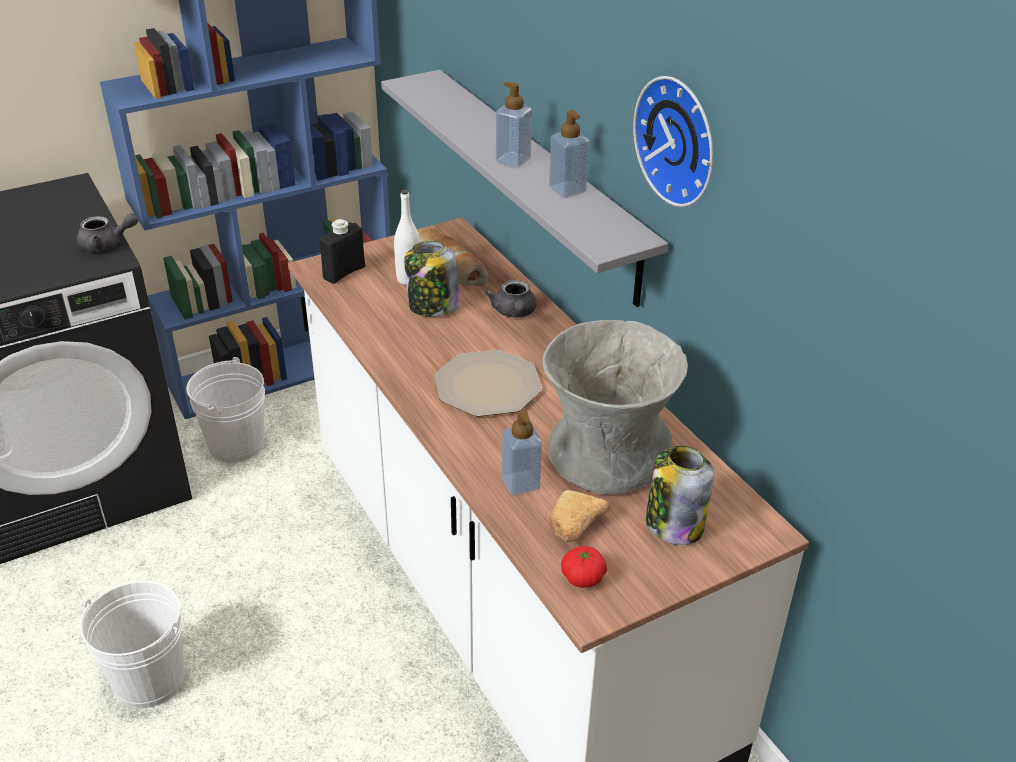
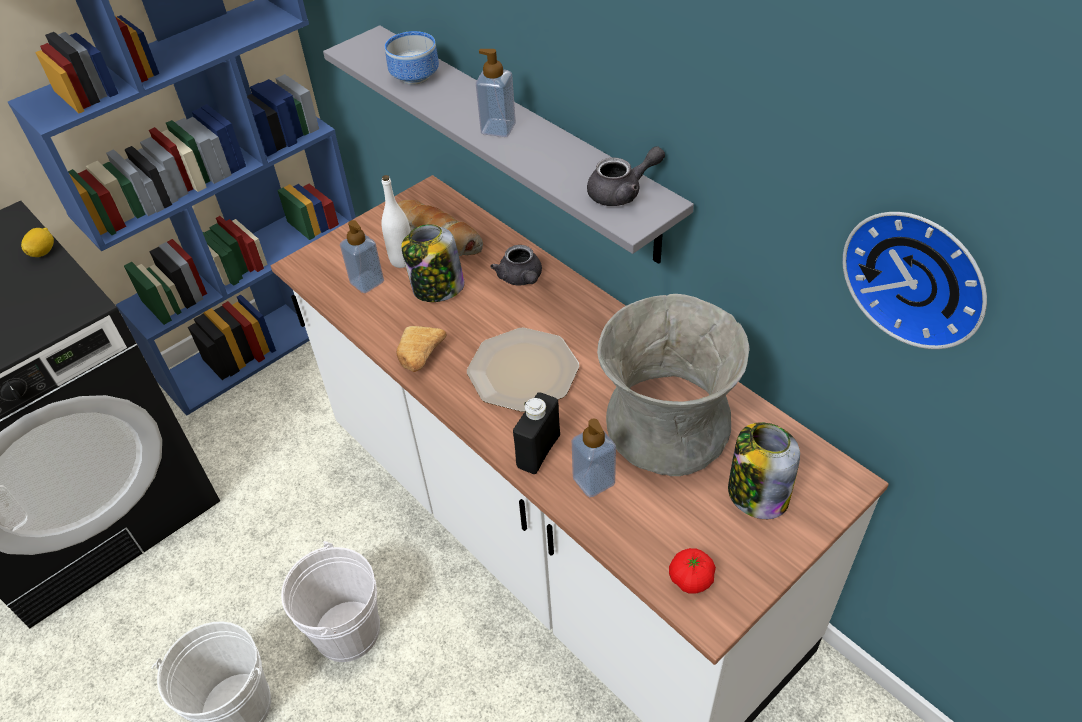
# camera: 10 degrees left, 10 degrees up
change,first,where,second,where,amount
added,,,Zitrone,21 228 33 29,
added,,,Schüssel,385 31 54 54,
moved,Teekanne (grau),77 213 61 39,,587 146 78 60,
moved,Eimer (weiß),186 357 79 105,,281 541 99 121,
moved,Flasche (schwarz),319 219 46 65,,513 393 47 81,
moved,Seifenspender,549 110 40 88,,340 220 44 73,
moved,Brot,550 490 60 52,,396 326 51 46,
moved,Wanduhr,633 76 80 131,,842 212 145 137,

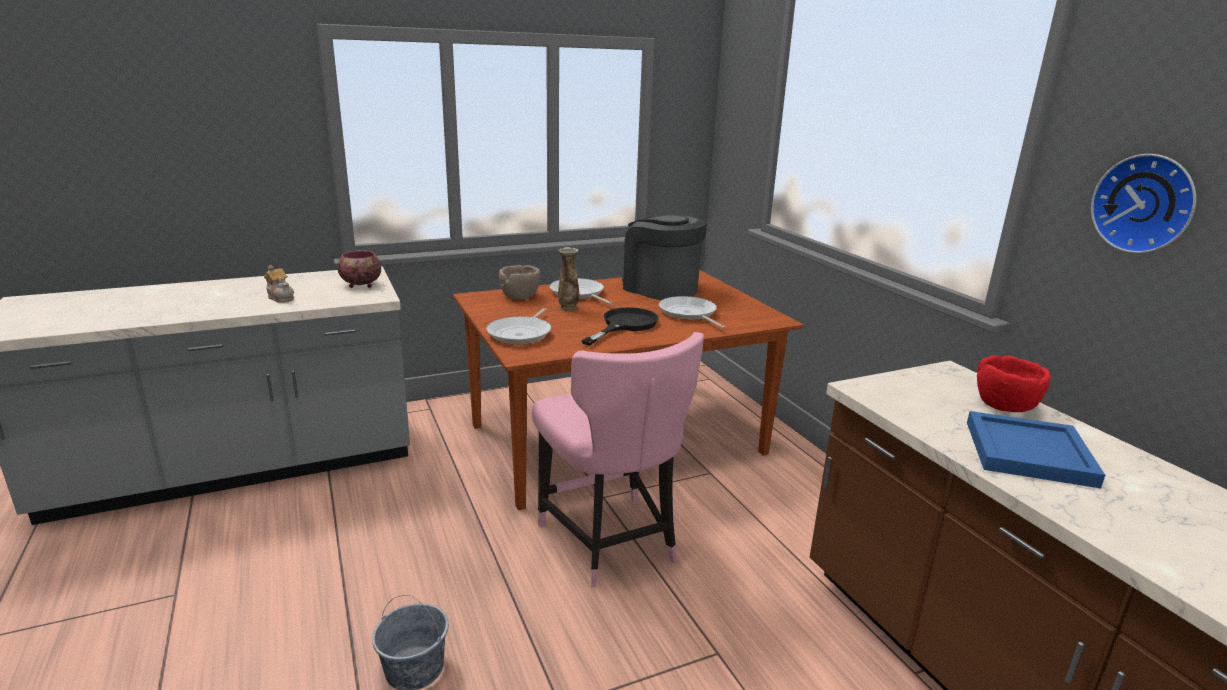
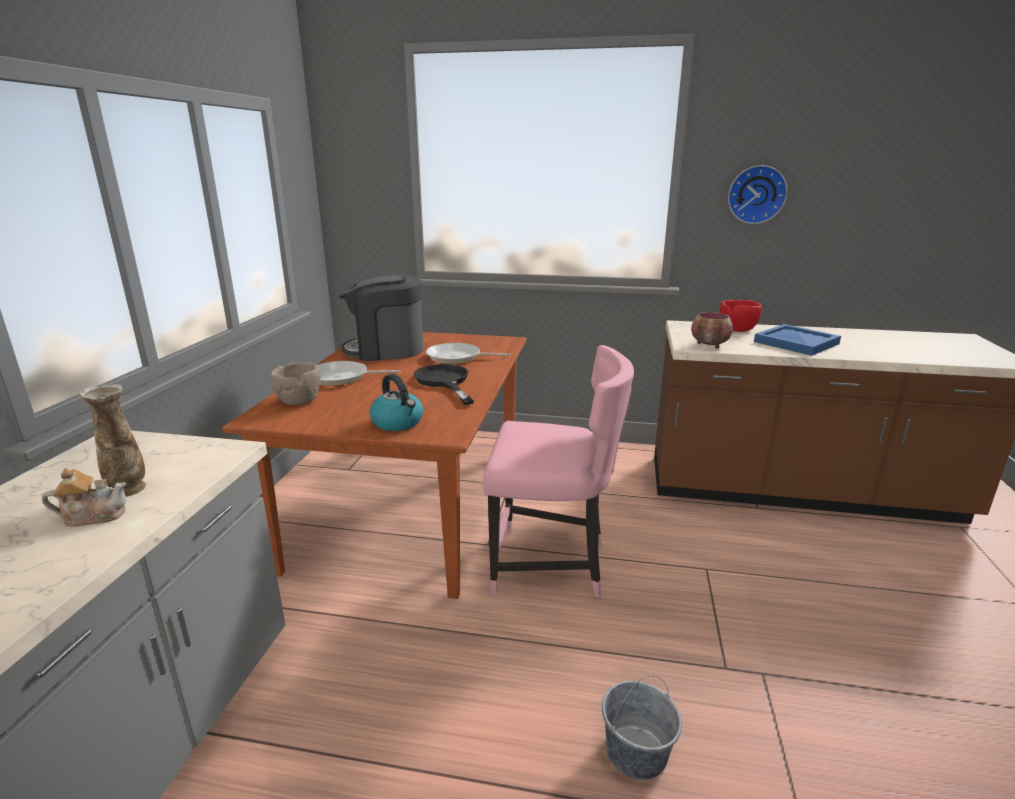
# camera: 55 degrees left, 0 degrees up
change,first,where,second,where,amount
moved,Schüssel,338 251 43 37,,691 312 42 37,
moved,Vase,558 247 21 64,,80 384 66 113,
replaced,Pfanne,487 308 64 37,Wasserkessel,370 374 53 57,

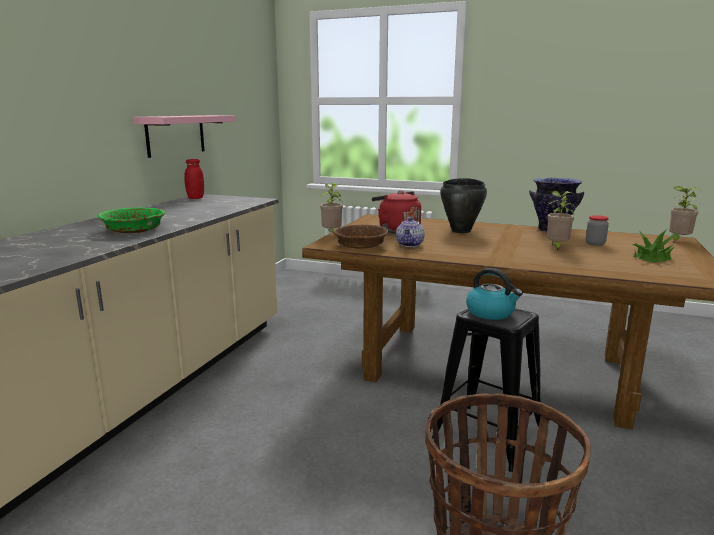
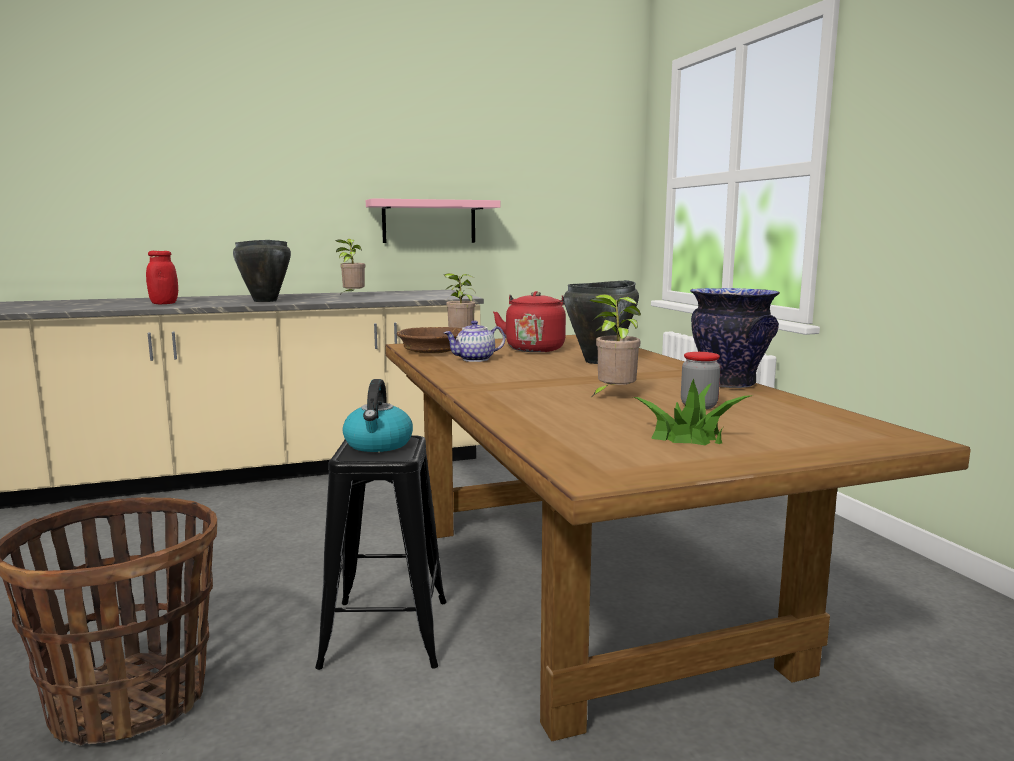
# camera: 50 degrees right, 5 degrees down
change,first,where,second,where,amount
moved,Vorratsglas (rot),184 159 20 40,,146 251 32 53,
moved,Topfpflanze,669 186 32 57,,336 239 29 57,
replaced,Schüssel (grün),98 208 67 25,Kochtopf (schwarz),233 240 58 62,

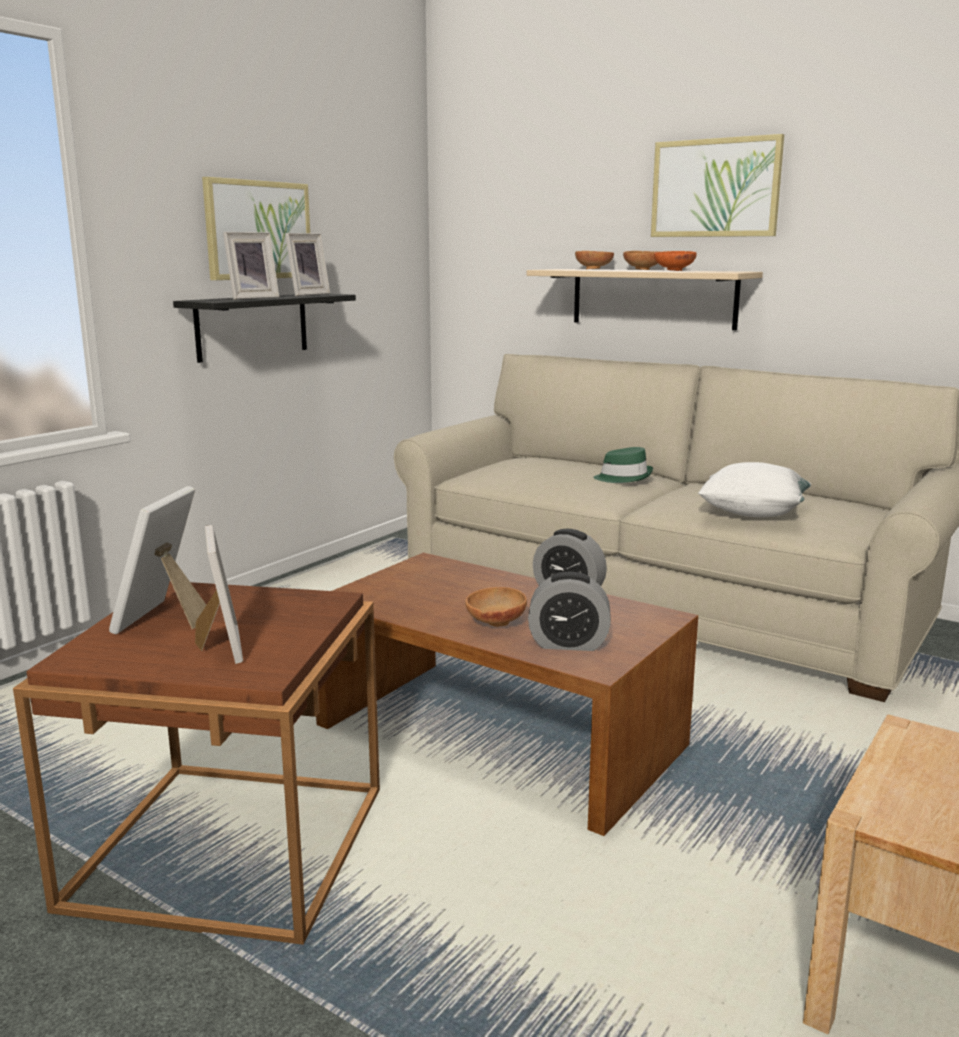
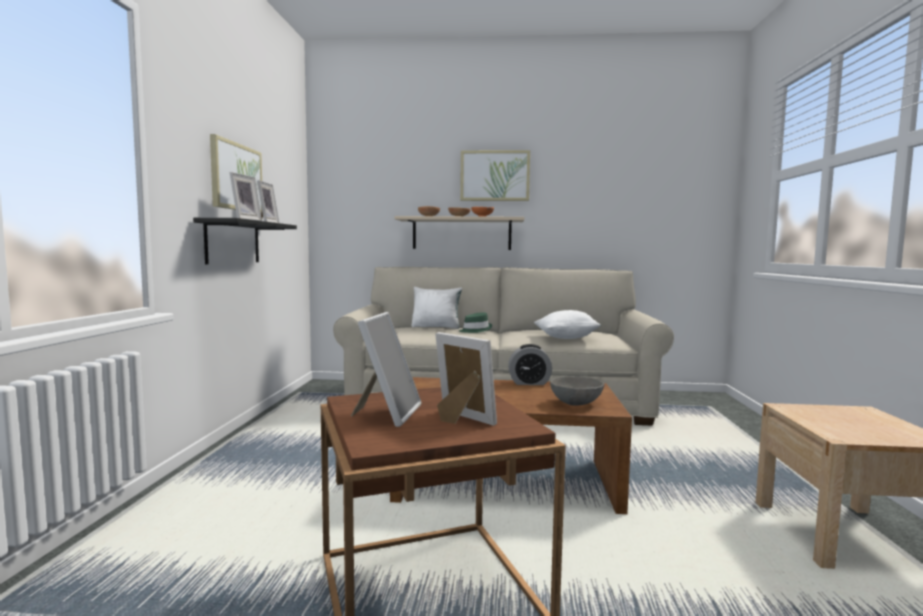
# camera: 30 degrees left, 10 degrees down
change,first,where,second,where,amount
removed,Schüssel (braun),465 587 62 40,,,
added,,,Kissen (weiß),411 287 51 42,
replaced,Wecker,528 572 83 79,Schüssel (grau),550 376 54 29,
turned,Bilderrahmen,109 486 97 148,,351 312 70 115,150 degrees counterclockwise

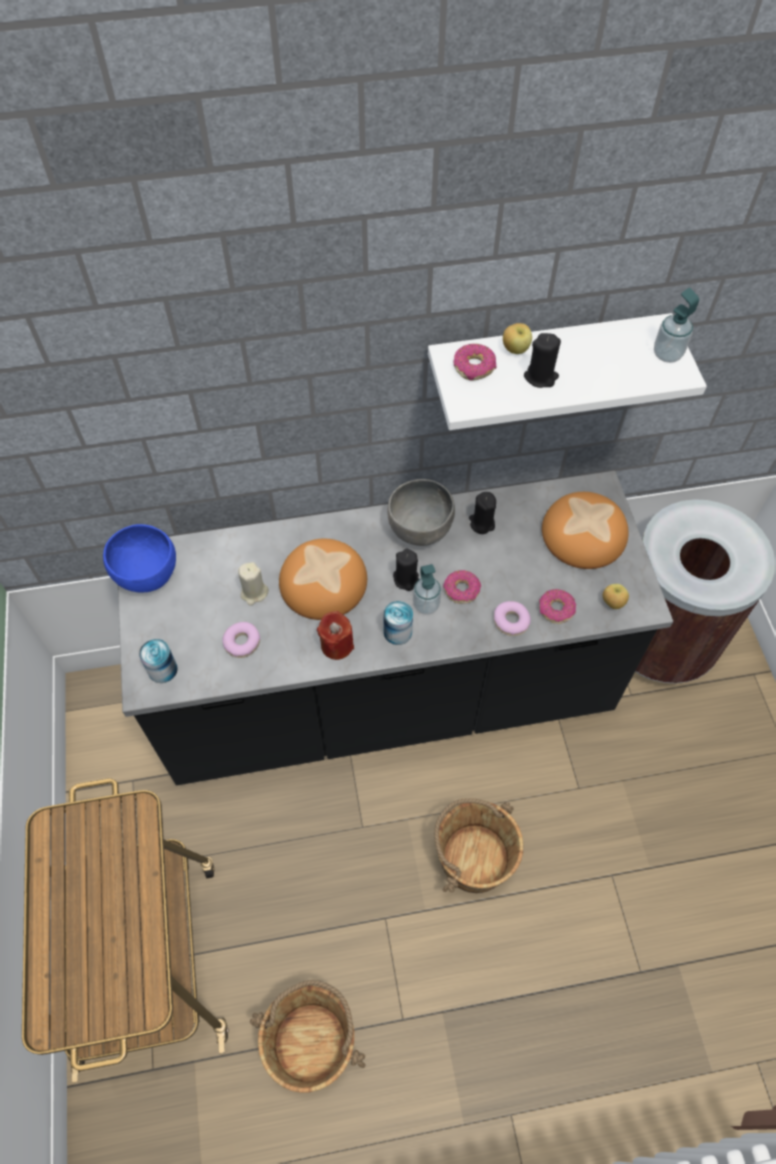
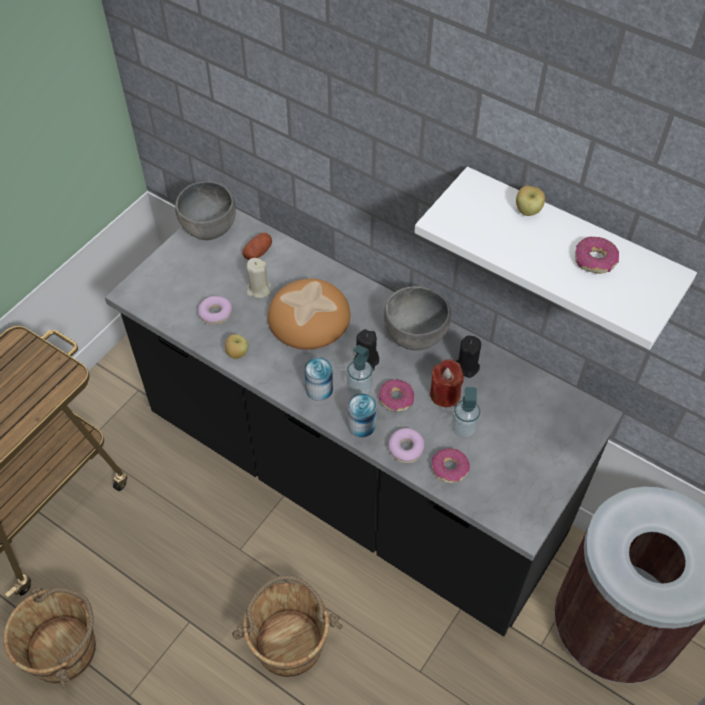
# camera: 45 degrees right, 5 degrees down
change,first,where,second,where,amount
removed,Kerze (schwarz),524 333 37 55,,,
removed,Brot,542 492 87 77,,,
added,,,Kartoffel,242 233 30 27,
moved,Dose,139 639 39 44,,348 393 28 44,
moved,Kerze (rot),317 611 37 49,,430 359 34 48,
moved,Donut,453 344 44 37,,575 237 44 37,
moved,Apfel,603 584 26 25,,225 334 23 25,
moved,Seifenspender,654 288 45 75,,451 387 30 51,
recoloured,Schüssel (blau),103 524 73 69,Schüssel (grau),175 181 61 59,

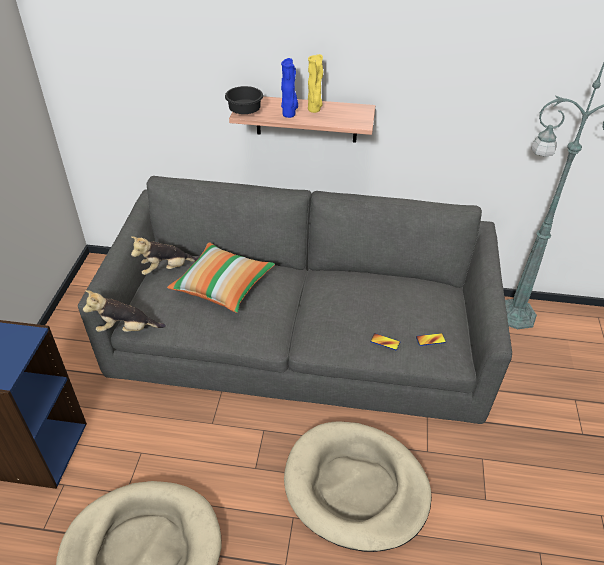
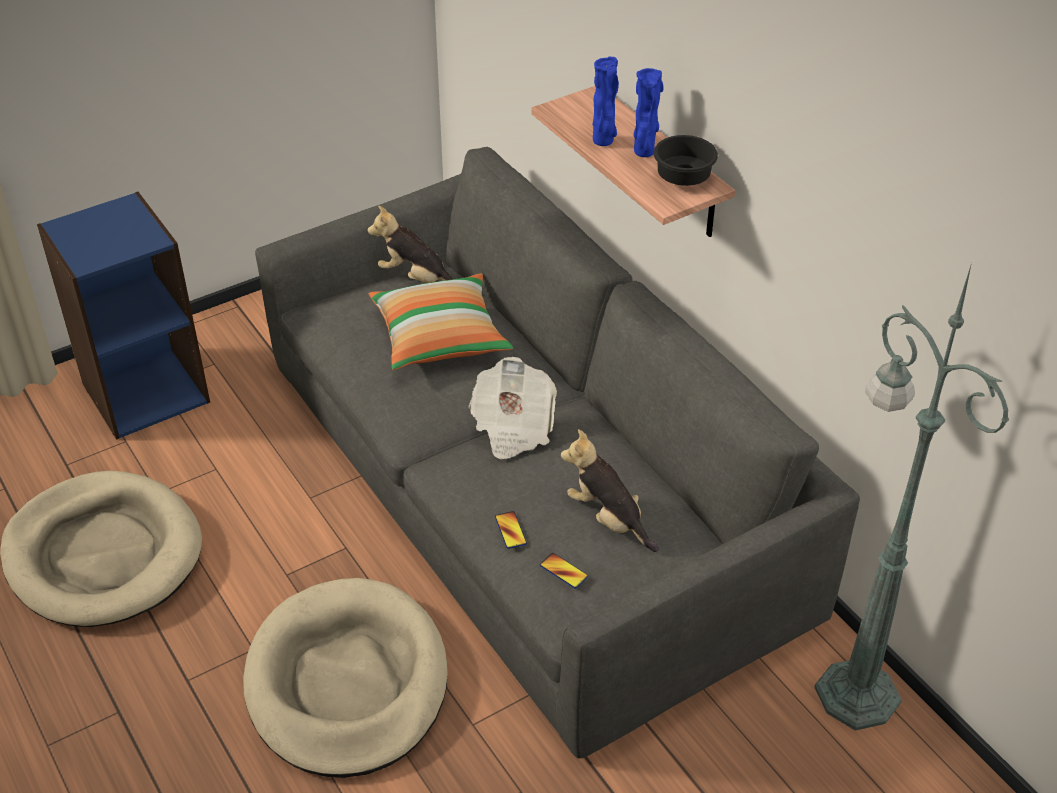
# camera: 50 degrees right, 0 degrees up
change,first,where,second,where,amount
added,,,Zeitung,469 357 88 103,
moved,Plüschtier,83 290 82 42,,561 429 98 123,
moved,Schüssel (schwarz),225 86 38 28,,654 135 64 51,
recoloured,Vase (gelb),308 54 15 59,Vase (blau),634 68 30 89,

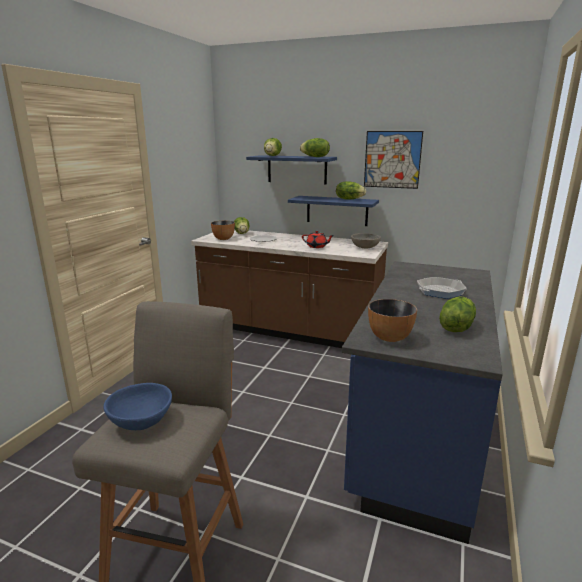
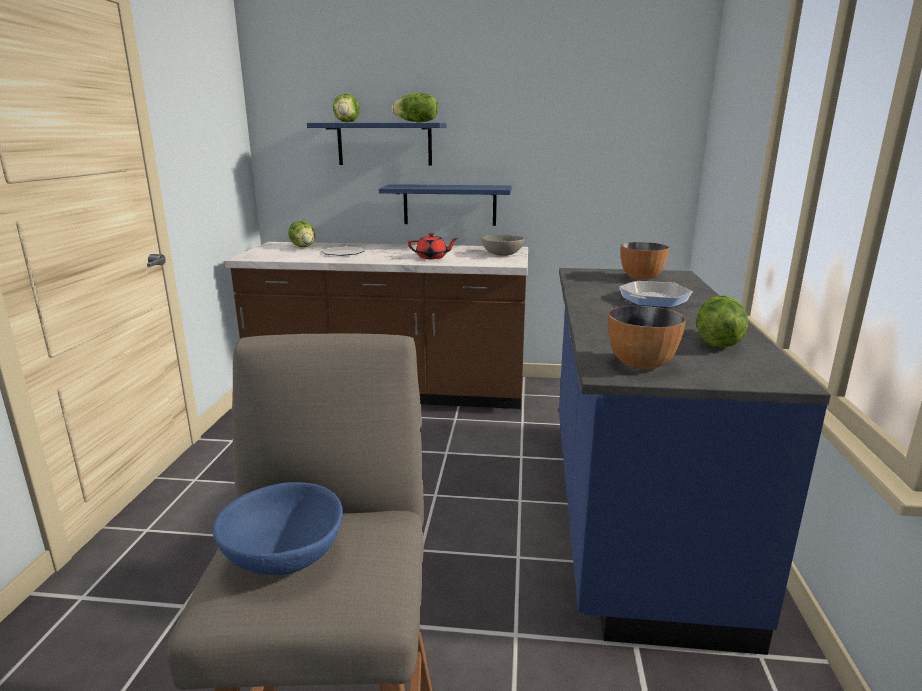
# camera: 15 degrees left, 0 degrees up
change,first,where,second,where,amount
removed,Salatkopf,336 181 30 18,,,
removed,Bild,364 131 59 58,,,
moved,Schüssel,211 221 24 19,,621 242 48 38,

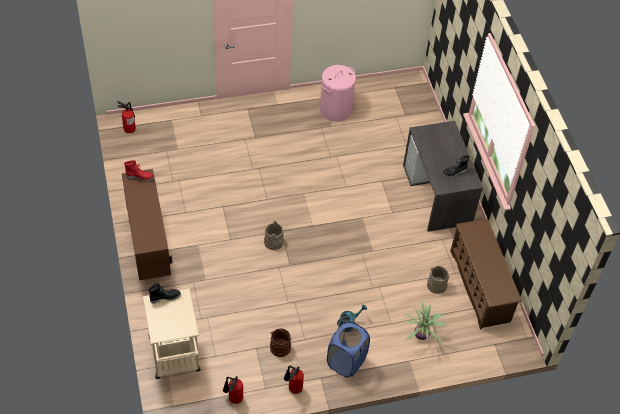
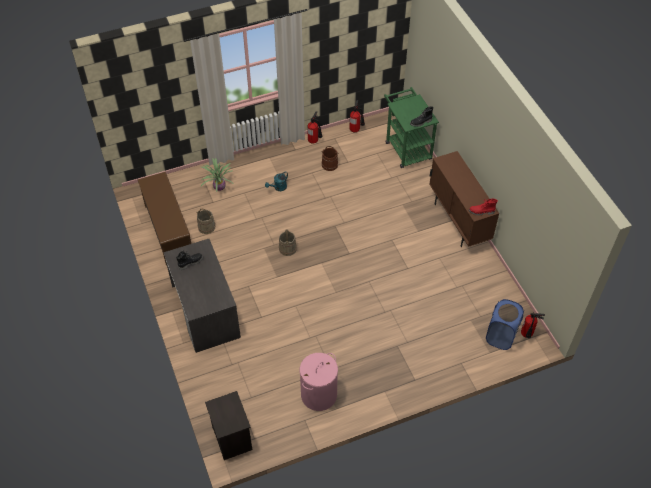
# camera: 175 degrees right, 0 degrees up
change,first,where,second,where,amount
added,,,Nachttisch (schwarz),205 391 47 69,
moved,Eimer (beige),264 221 20 29,,279 229 18 27,
moved,Wäschekorb (blau),327 322 43 56,,486 299 38 51,
recoloured,Rollwagen (beige),142 288 59 91,Rollwagen (grün),384 87 55 81,

